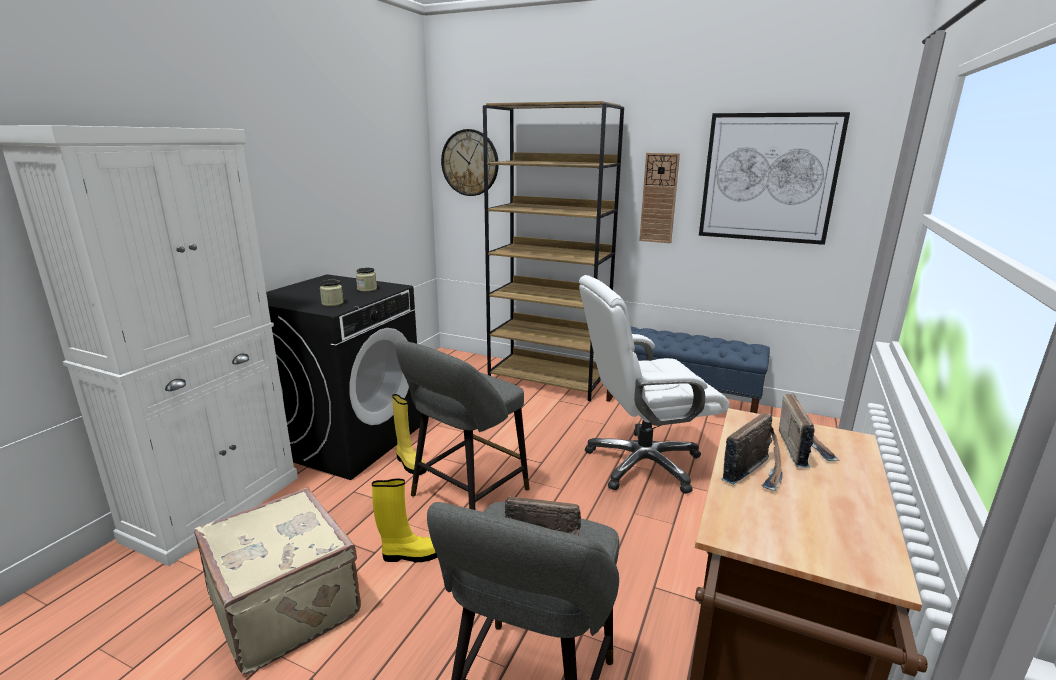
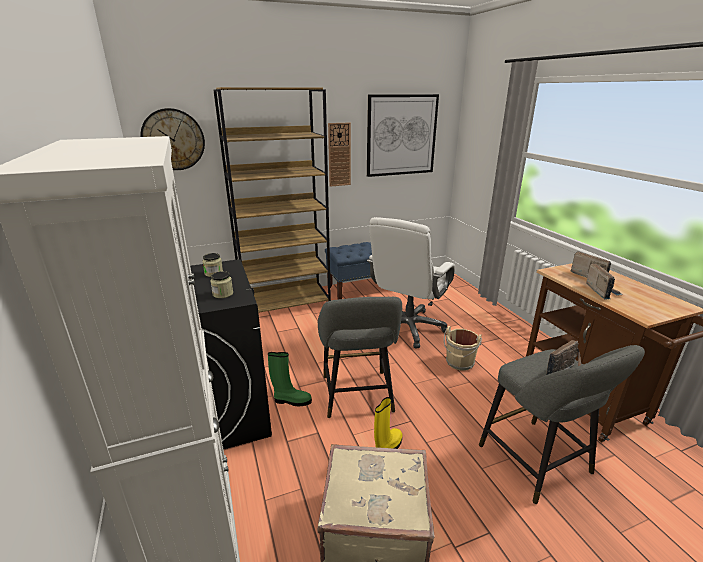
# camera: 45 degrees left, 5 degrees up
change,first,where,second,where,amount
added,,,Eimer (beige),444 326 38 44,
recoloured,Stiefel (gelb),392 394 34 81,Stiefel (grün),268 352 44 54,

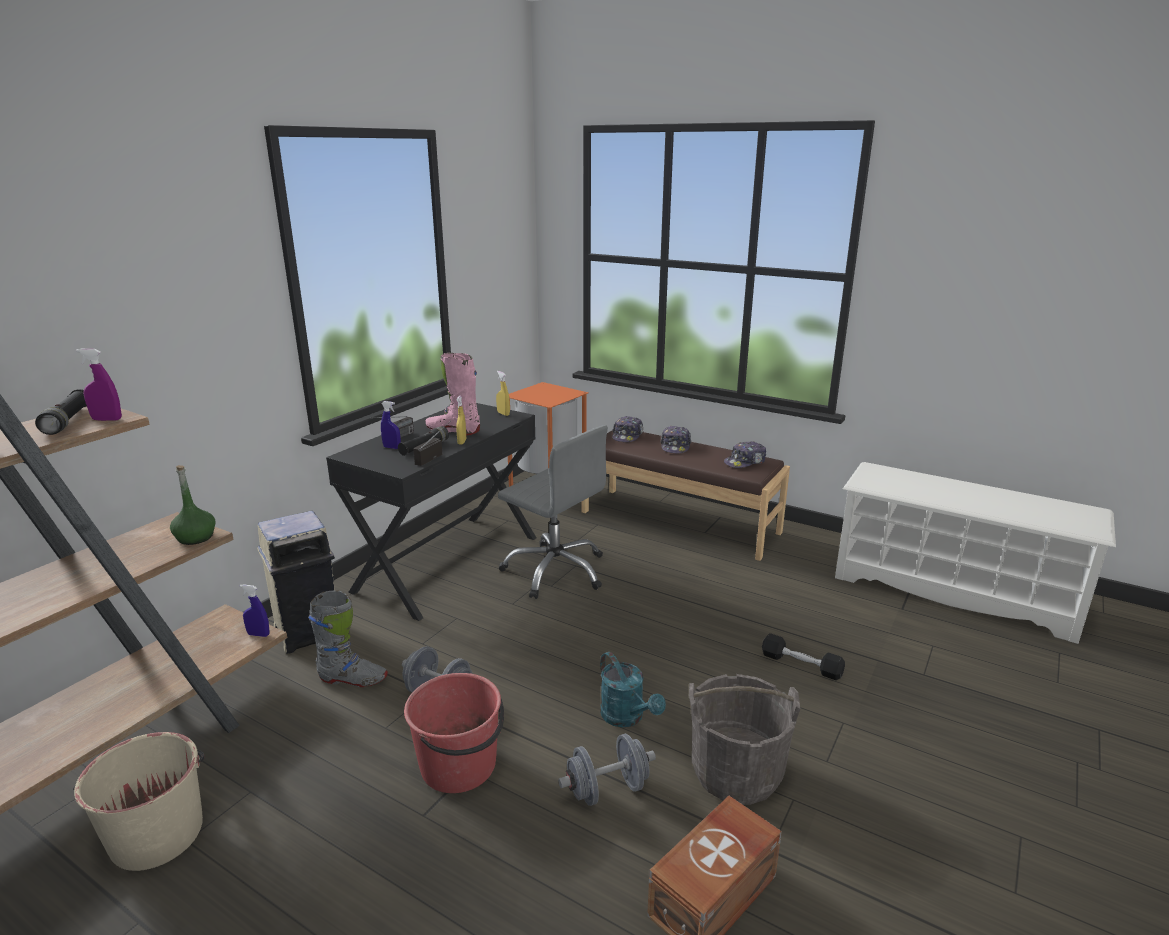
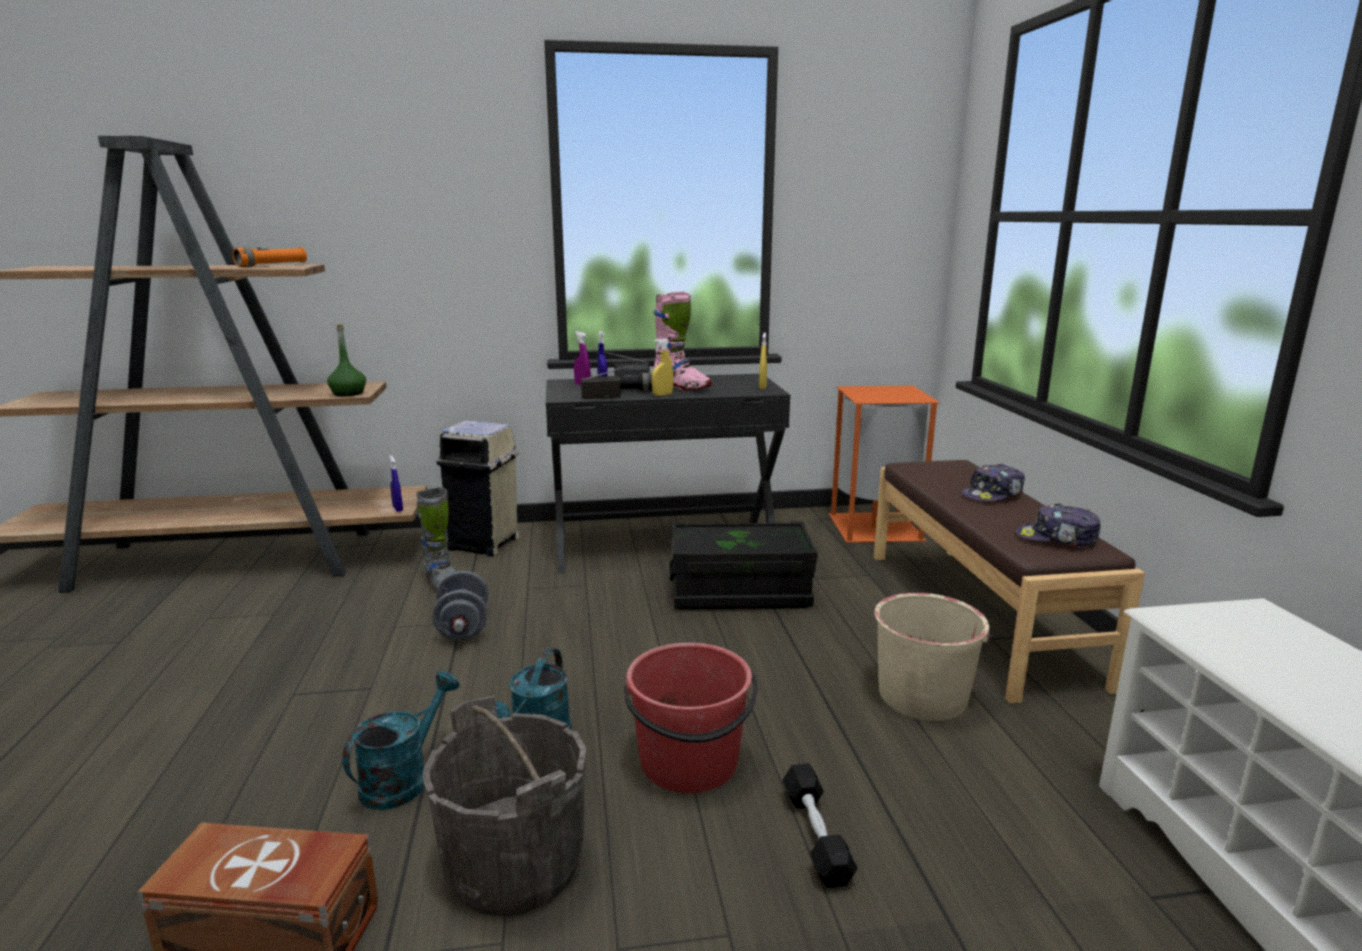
# camera: 50 degrees right, 5 degrees down
change,first,where,second,where,amount
removed,Kappe,612 416 31 26,,,
moved,Eimer (beige),73 732 131 139,,873 593 121 128,
moved,Sprühflasche (lila),76 349 46 72,,574 331 17 55,
moved,Eimer (rot),404 673 100 120,,624 643 134 150,
replaced,Bürostuhl (grau),498 425 110 174,Aufbewahrungsbox (schwarz),669 522 149 88,
replaced,Hantel (grau),558 734 98 72,Gießkanne (türkis),342 671 117 139,
recoloured,Taschenlampe (schwarz),35 389 52 46,Taschenlampe (orange),233 247 74 20,
turned,Stiefel (rosa),426 353 54 82,,653 292 59 99,150 degrees clockwise

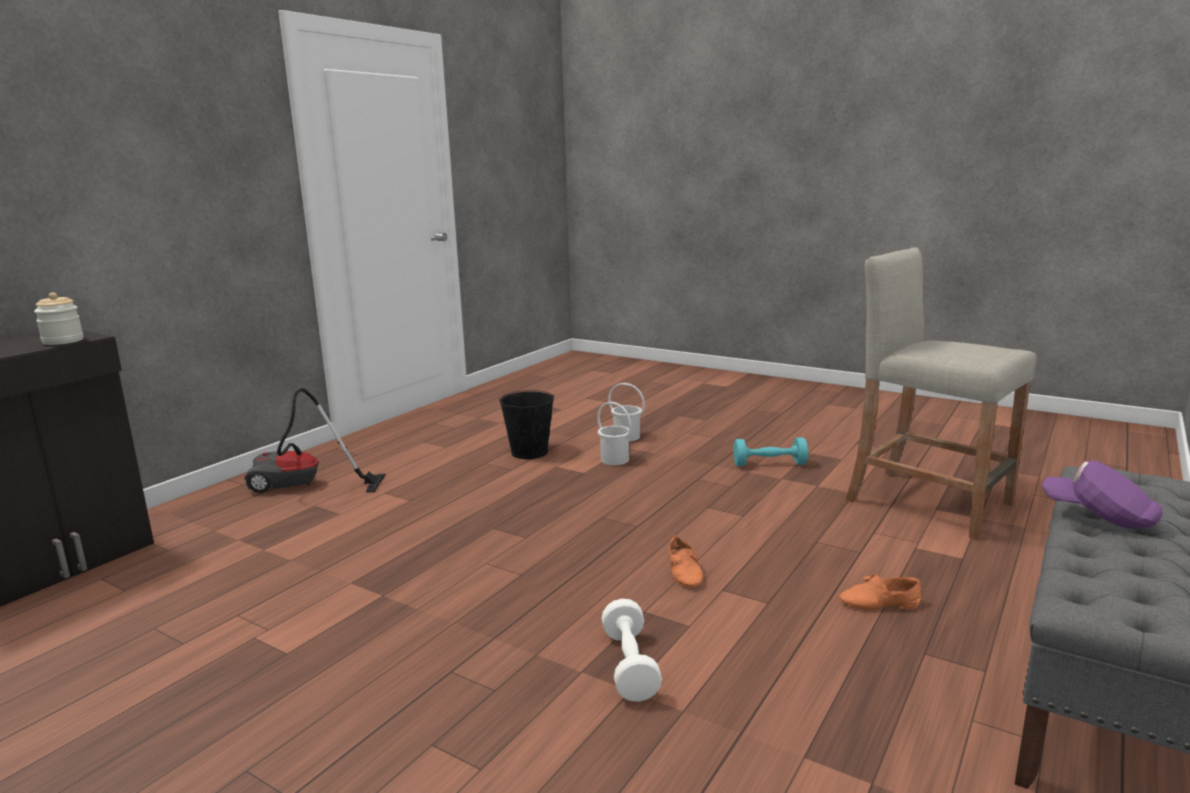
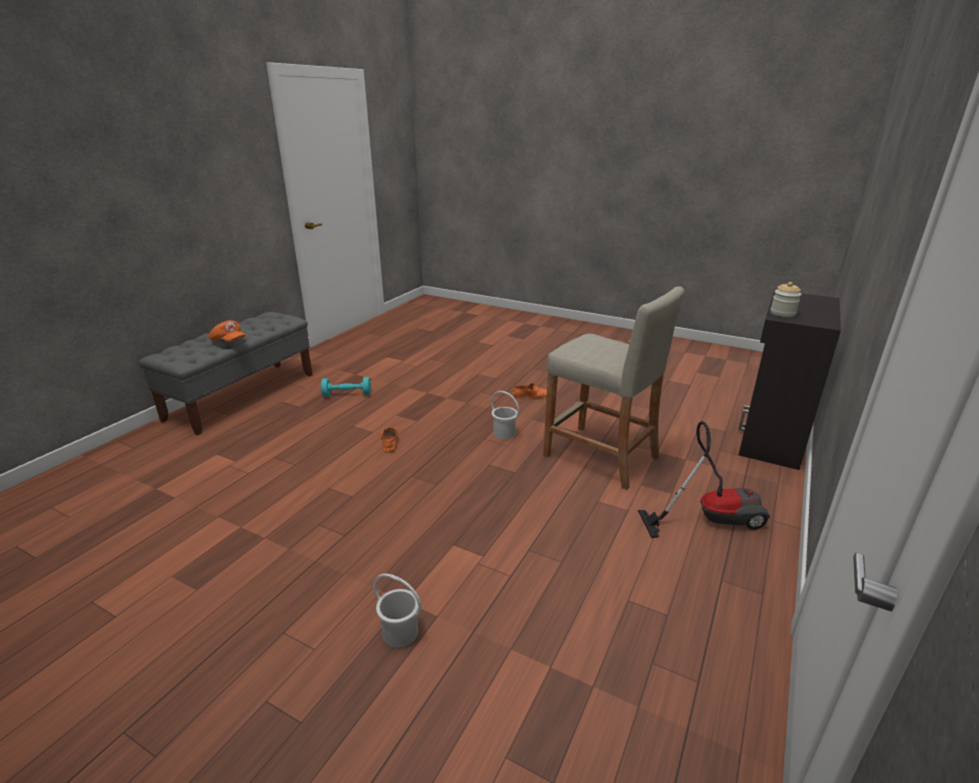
# camera: 175 degrees right, 10 degrees up
change,first,where,second,where,amount
removed,Eimer (schwarz),499 390 55 69,,,
removed,Hantel (weiß),601 599 61 103,,,
moved,Eimer (weiß),597 401 35 64,,491 391 28 49,
moved,Hantel (türkis),734 437 74 29,,321 377 50 20,
moved,Schuh (orange),839 574 83 36,,513 383 34 15,
moved,Hocker (beige),846 247 191 293,,543 286 141 204,
recoloured,Kappe (lila),1042 460 121 69,Kappe (orange),208 320 37 22,

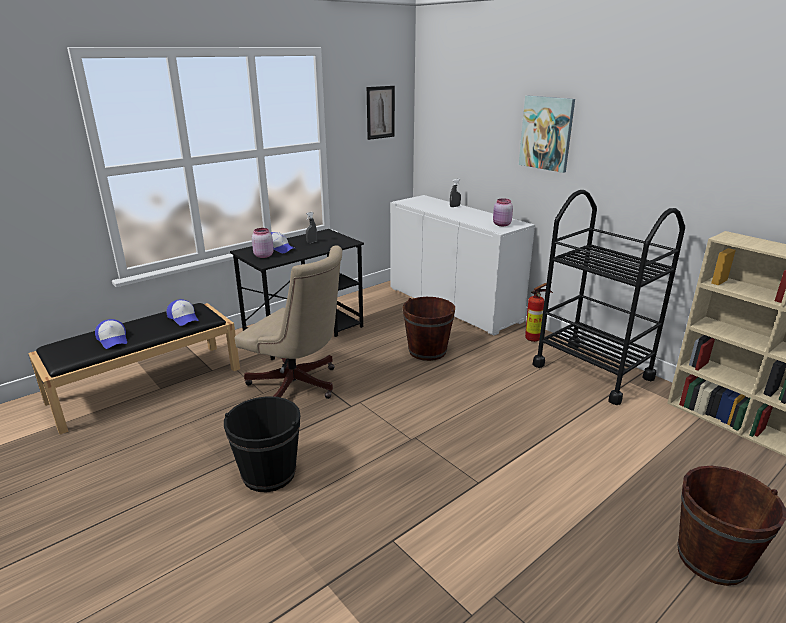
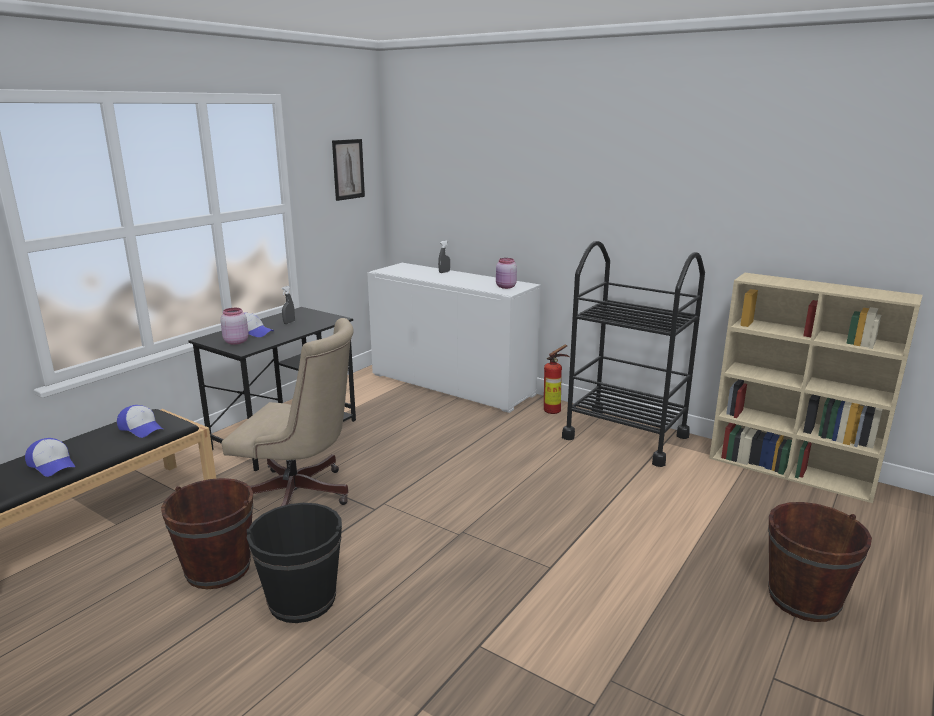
# camera: 15 degrees left, 5 degrees down
change,first,where,second,where,amount
removed,Bild,519 96 56 77,,,
moved,Eimer (braun),403 297 52 64,,161 478 92 111,

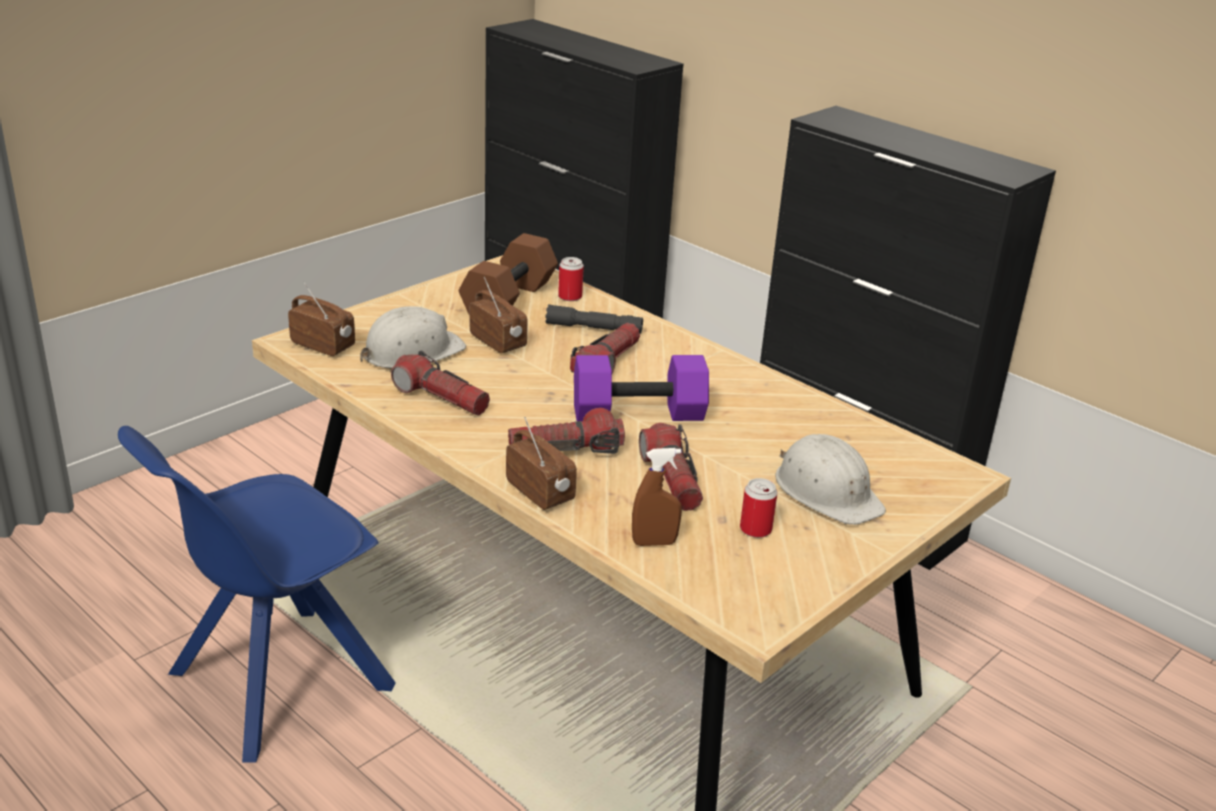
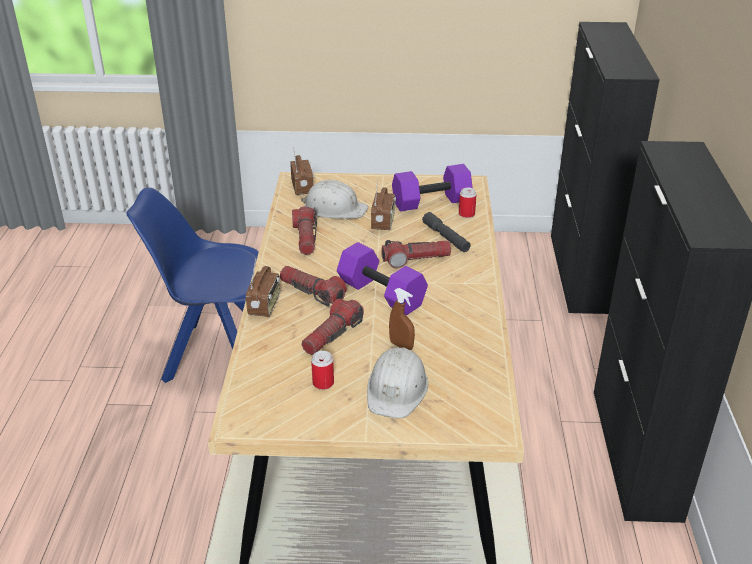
# camera: 50 degrees right, 5 degrees up
change,first,where,second,where,amount
moved,Sprühflasche (braun),632 448 50 98,,389 288 26 62,
recoloured,Hantel (braun),459 233 99 83,Hantel (lila),392 164 81 47,

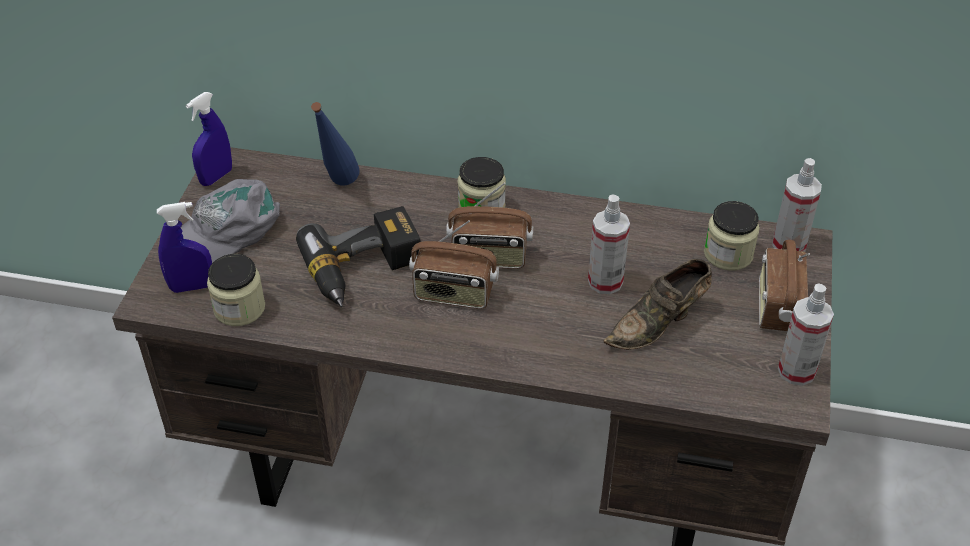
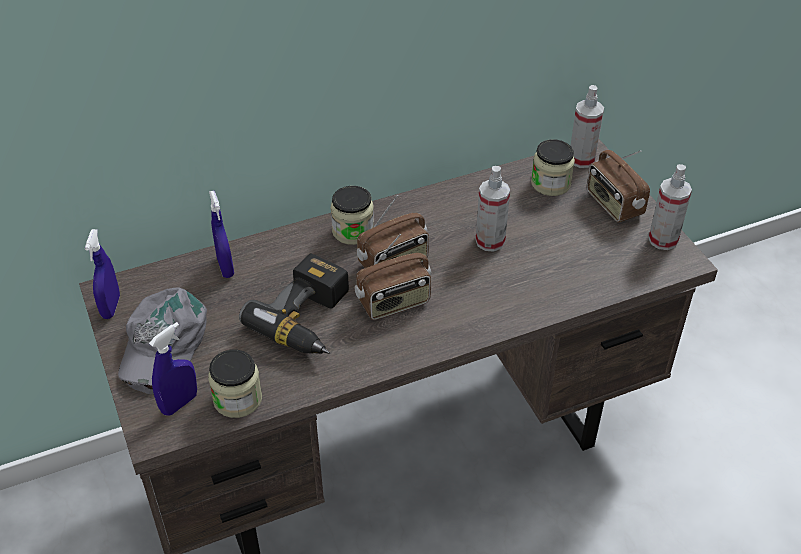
# camera: 35 degrees left, 0 degrees up
change,first,where,second,where,amount
removed,Schuh (braun),603 259 109 91,,,
replaced,Flasche (blau),311 102 49 84,Sprühflasche (blau),209 191 25 87,

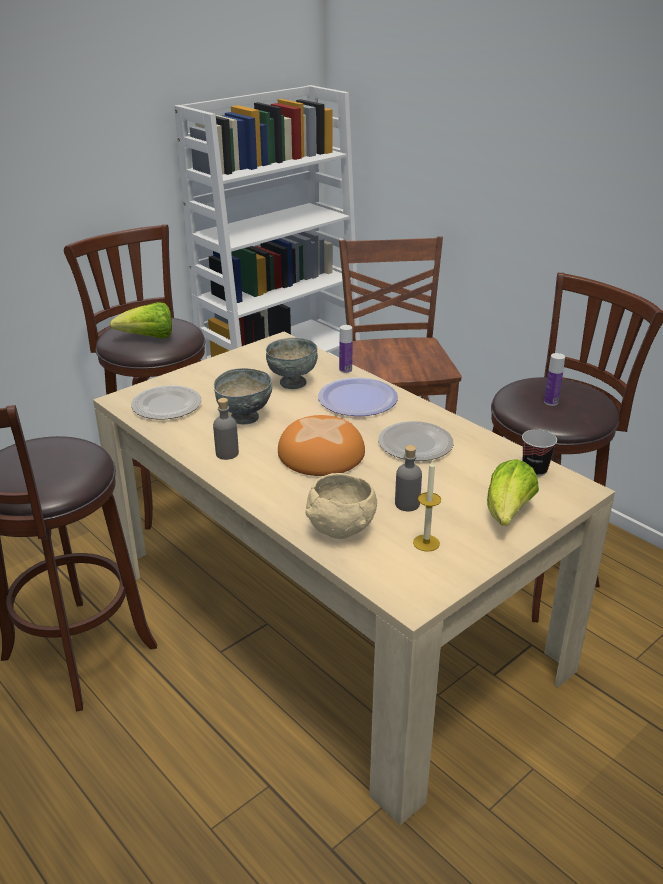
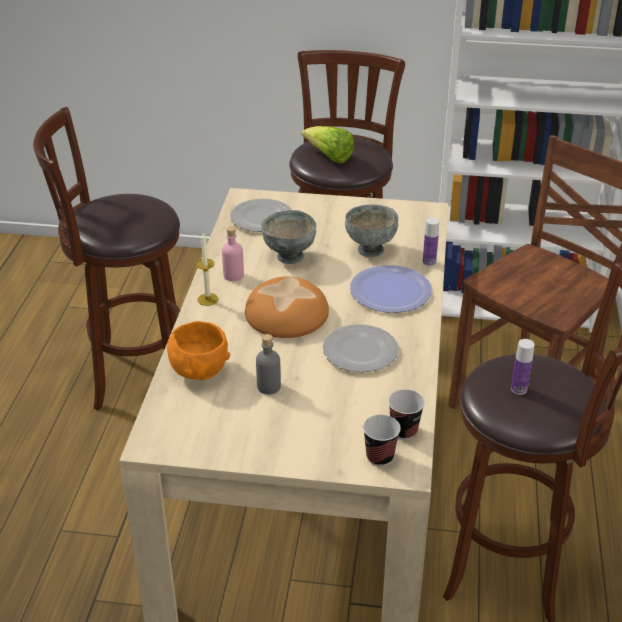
# camera: 50 degrees right, 5 degrees up
change,first,where,second,where,amount
removed,Salatkopf,487 459 52 67,,,
added,,,Tasse,363 415 38 51,
moved,Kerze,413 459 28 93,,196 233 22 73,
recoloured,Flasche (grau),213 398 26 62,Flasche (rosa),222 226 22 55,
recoloured,Schüssel (beige),305 473 72 66,Schüssel (orange),167 321 63 59,

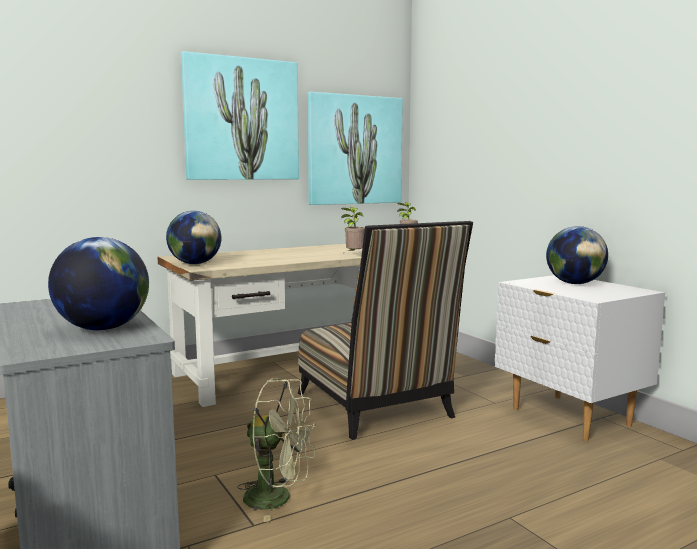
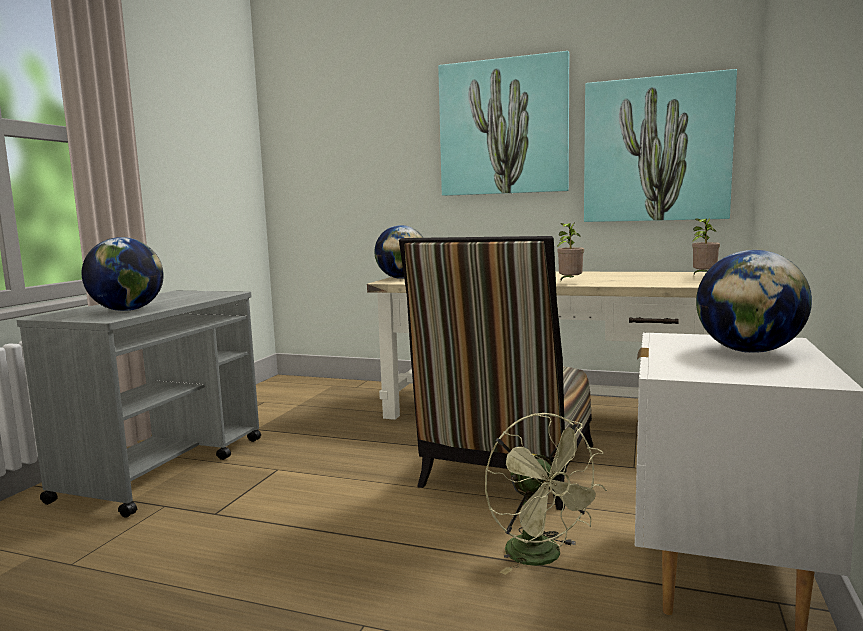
# camera: 50 degrees right, 0 degrees up
change,first,where,second,where,amount
moved,Ventilator (grün),237 378 79 144,,485 413 122 162,

